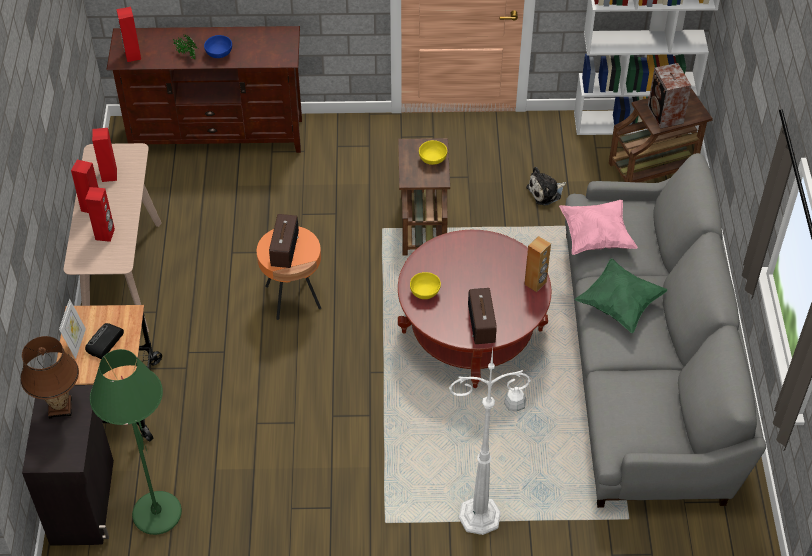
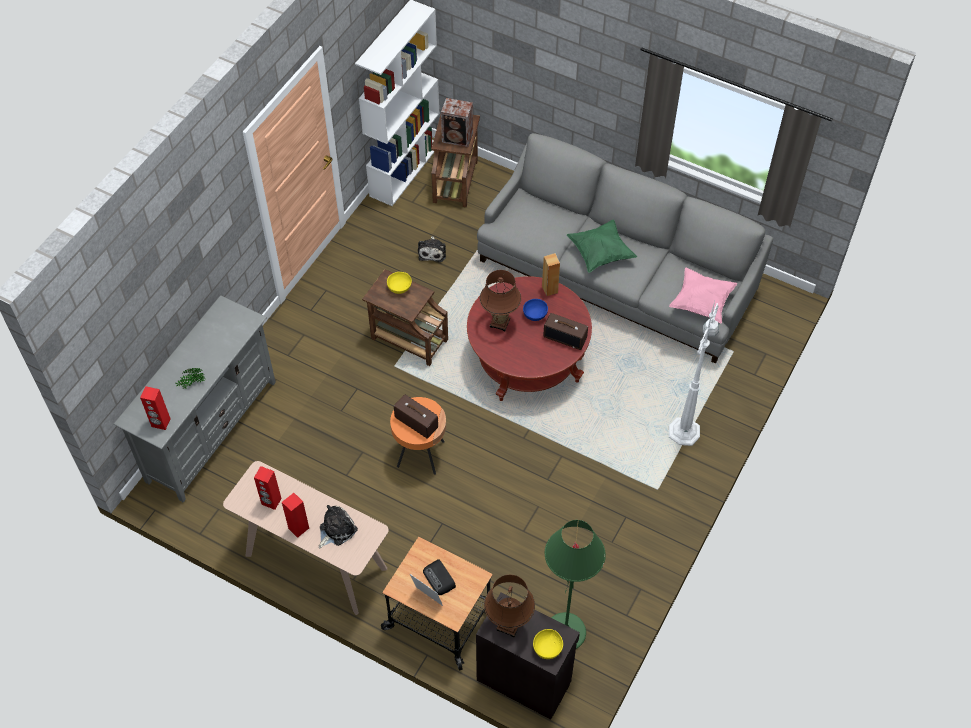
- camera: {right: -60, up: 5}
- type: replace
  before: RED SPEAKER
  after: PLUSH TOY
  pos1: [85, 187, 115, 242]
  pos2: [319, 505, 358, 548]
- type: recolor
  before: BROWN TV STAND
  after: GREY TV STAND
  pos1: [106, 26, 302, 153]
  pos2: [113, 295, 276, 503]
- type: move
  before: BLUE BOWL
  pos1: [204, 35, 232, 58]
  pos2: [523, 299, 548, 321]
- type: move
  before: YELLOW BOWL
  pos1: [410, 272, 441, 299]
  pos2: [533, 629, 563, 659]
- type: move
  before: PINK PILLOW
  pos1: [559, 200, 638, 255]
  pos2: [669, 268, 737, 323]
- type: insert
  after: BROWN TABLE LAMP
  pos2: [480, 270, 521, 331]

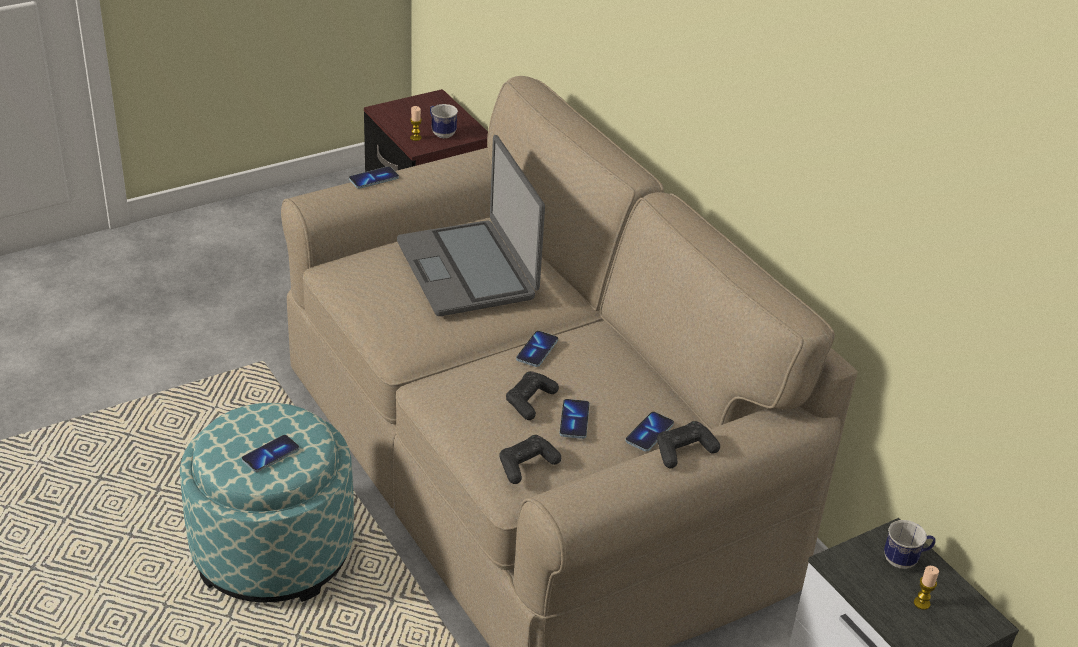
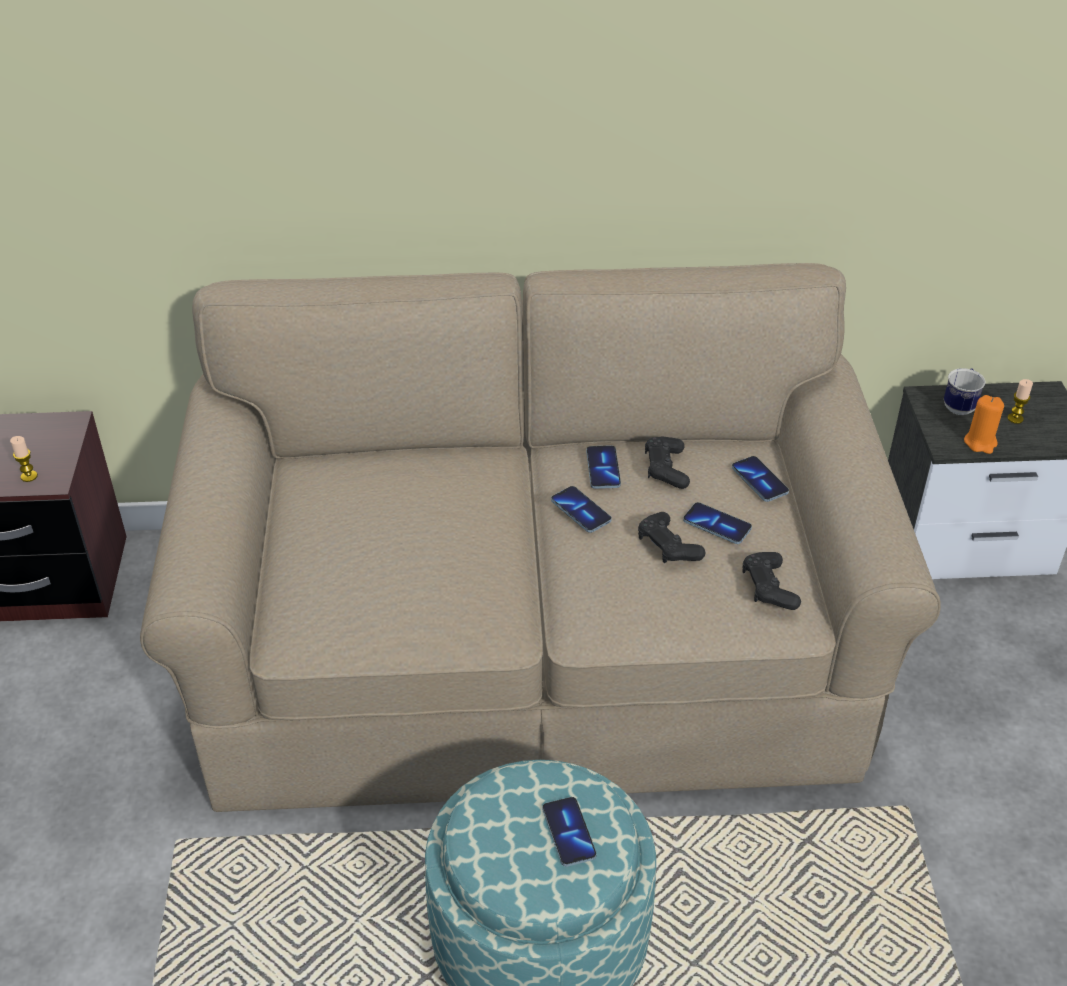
- camera: {right: -60, up: 5}
- type: move
  before: PHONE
  pos1: [349, 166, 399, 189]
  pos2: [586, 445, 621, 489]
- type: delete
  before: LAPTOP
  pos1: [397, 135, 545, 316]
- type: delete
  before: MUG
  pos1: [430, 104, 458, 138]
- type: move
  before: BLACK GAME CONTROLLER
  pos1: [657, 421, 720, 468]
  pos2: [645, 437, 690, 489]
- type: insert
  after: ORANGE CANDLE
  pos2: [964, 395, 1004, 454]

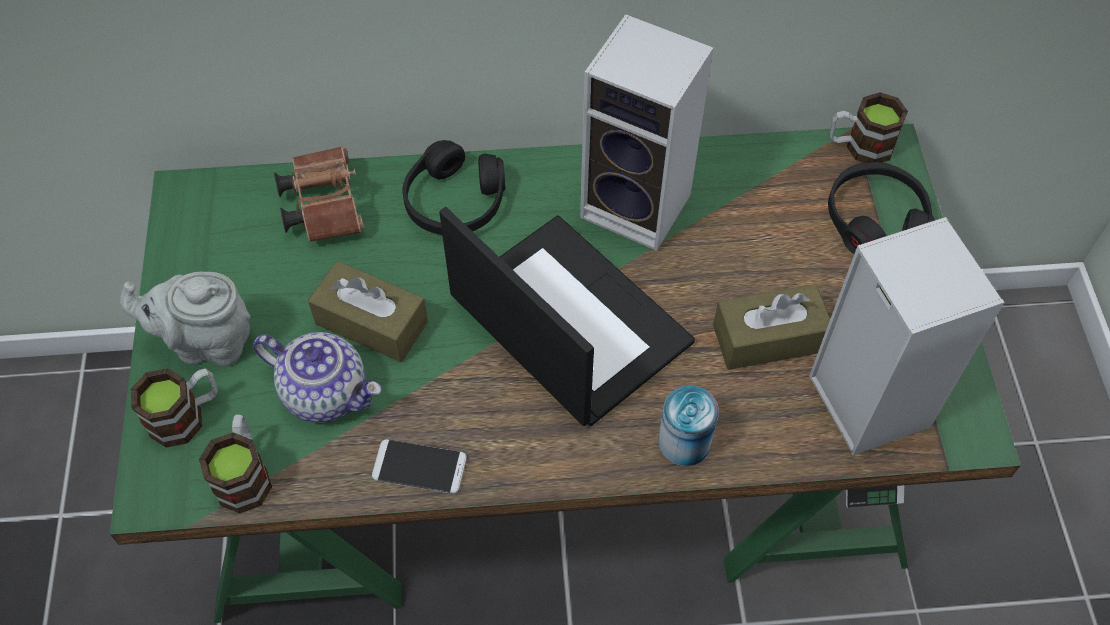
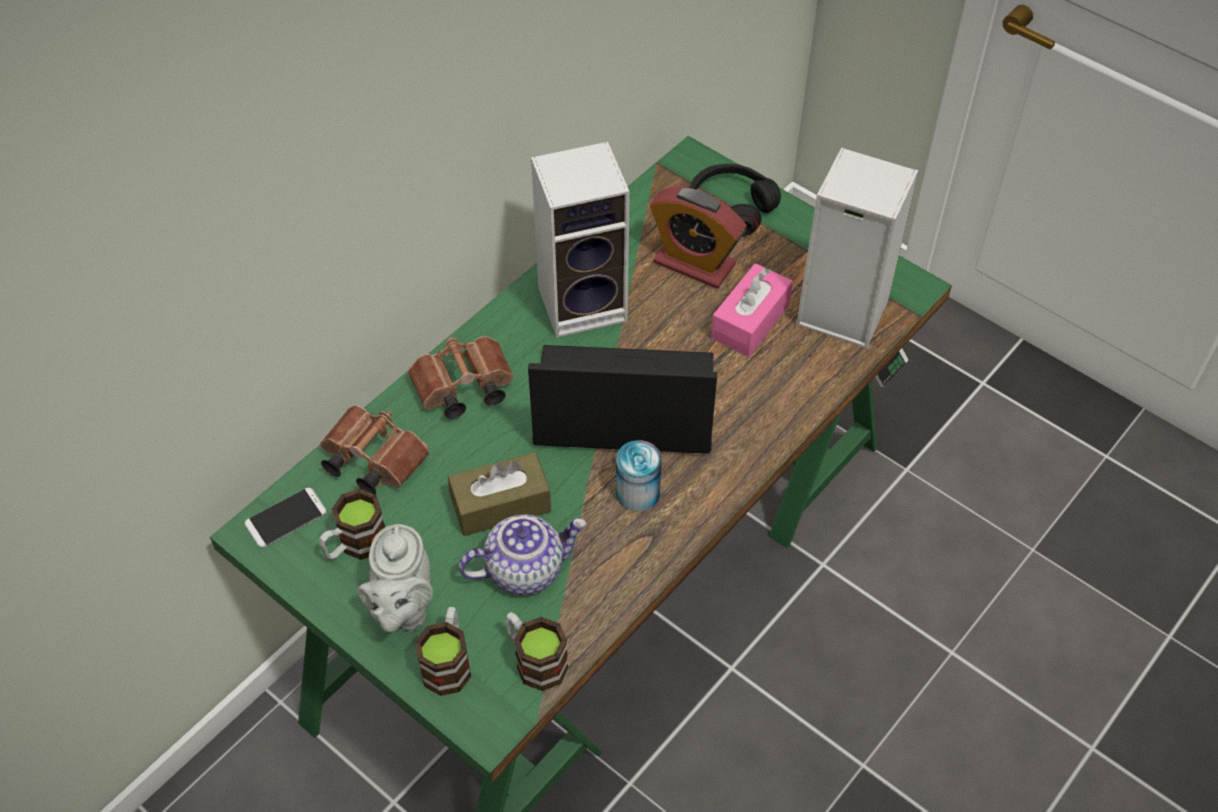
- camera: {right: -45, up: -5}
- type: rotate
  before: GREY TEAPOT
  pos1: [120, 272, 250, 366]
  pos2: [358, 524, 433, 632]
  turn: -45
- type: move
  before: PHONE
  pos1: [372, 439, 467, 494]
  pos2: [245, 488, 327, 548]
- type: replace
  before: BLACK HEADPHONES
  after: BROWN BINOCULARS
  pos1: [403, 140, 506, 235]
  pos2: [408, 336, 514, 419]
- type: move
  before: CAN
  pos1: [658, 386, 719, 466]
  pos2: [616, 440, 662, 512]
- type: recolor
  before: BROWN TISSUE BOX
  after: PINK TISSUE BOX
  pos1: [713, 284, 830, 370]
  pos2: [711, 263, 793, 357]
- type: move
  before: MUG
  pos1: [830, 92, 908, 163]
  pos2: [319, 489, 385, 560]
- type: insert
  after: ALARM CLOCK
  pos2: [650, 187, 746, 288]

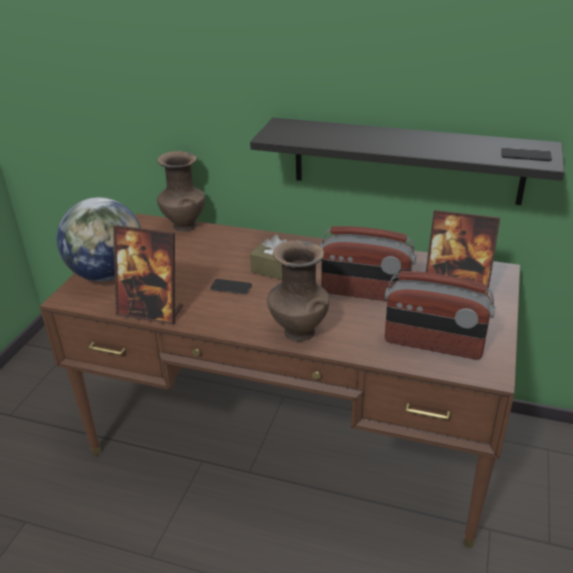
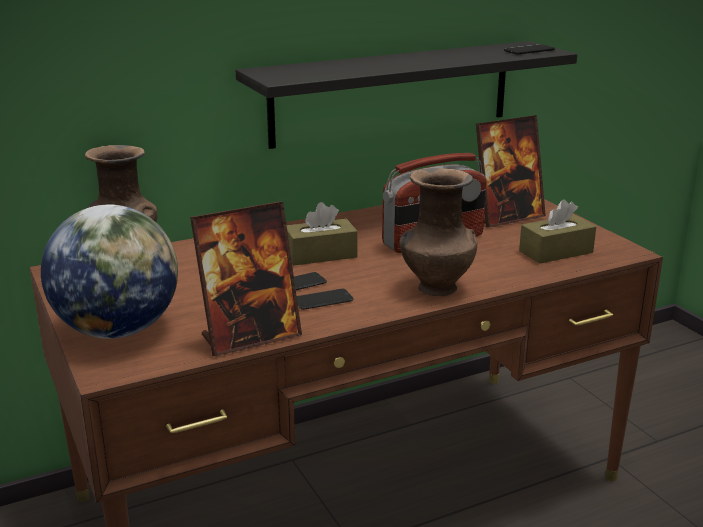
- camera: {right: -45, up: -10}
- type: replace
  before: RADIO
  after: BROWN TISSUE BOX
  pos1: [385, 271, 496, 360]
  pos2: [519, 199, 596, 264]
- type: insert
  after: PHONE
  pos2: [297, 289, 353, 310]

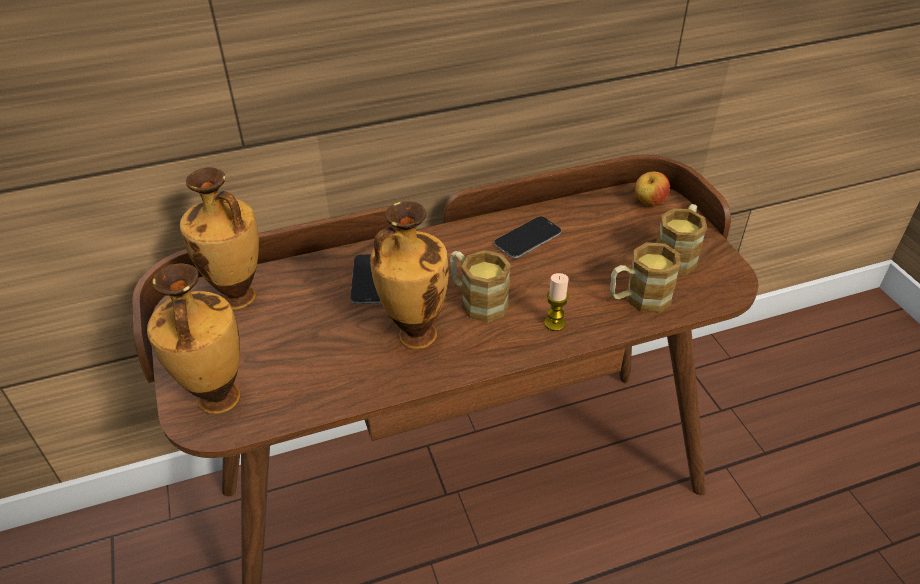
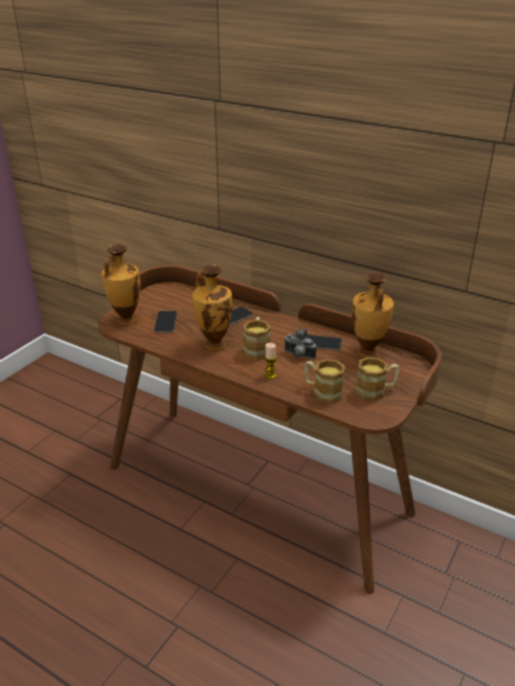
- camera: {right: 50, up: -10}
- type: move
  before: VASE
  pos1: [180, 167, 259, 310]
  pos2: [352, 272, 394, 357]
- type: delete
  before: APPLE
  pos1: [635, 171, 670, 206]
- type: insert
  after: PHONE
  pos2: [154, 311, 177, 333]
- type: insert
  after: PHOTO CAMERA
  pos2: [284, 329, 316, 359]

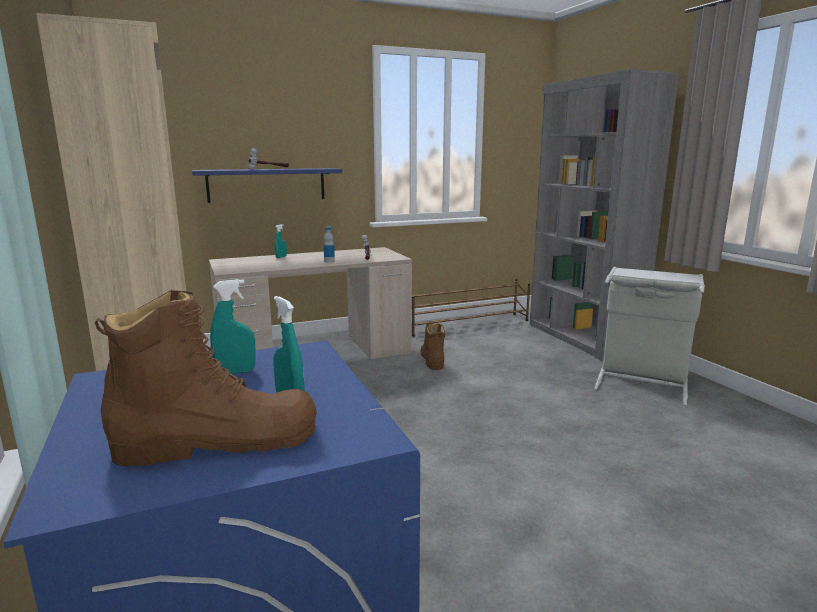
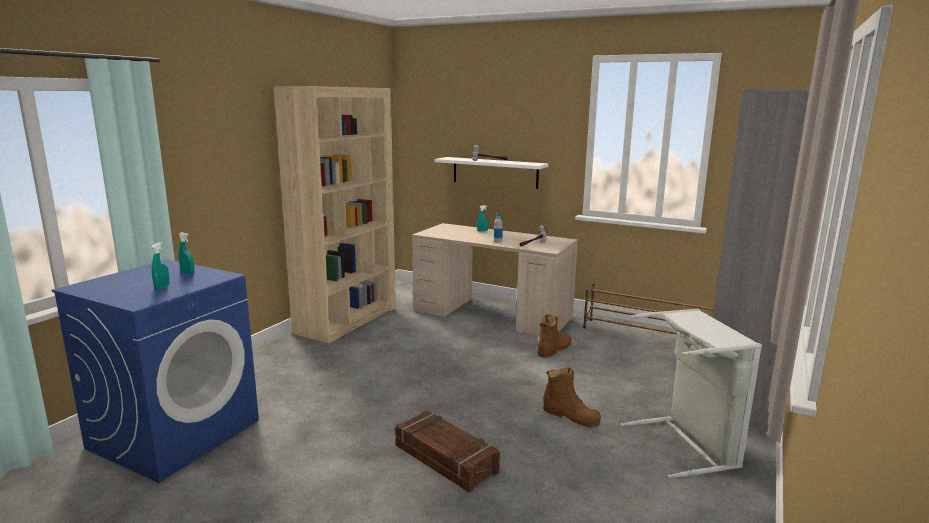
- camera: {right: 50, up: 0}
- type: move
  before: BROWN BOOT
  pos1: [95, 290, 317, 467]
  pos2: [543, 368, 601, 428]
- type: recolor
  before: BLUE SHELF
  after: WHITE SHELF
  pos1: [191, 168, 342, 203]
  pos2: [435, 157, 549, 189]
- type: insert
  after: CRATE
  pos2: [395, 411, 500, 492]

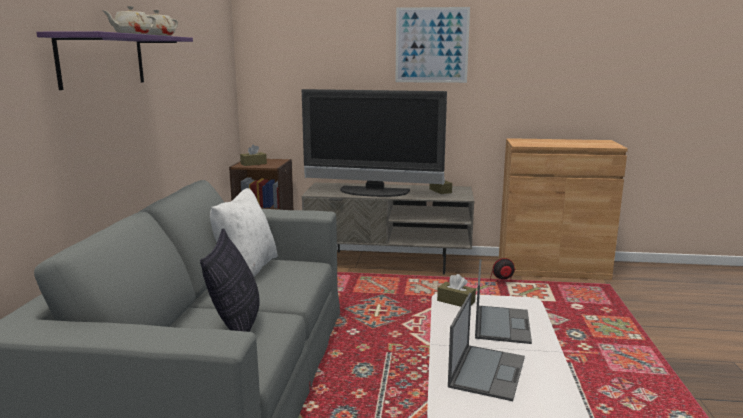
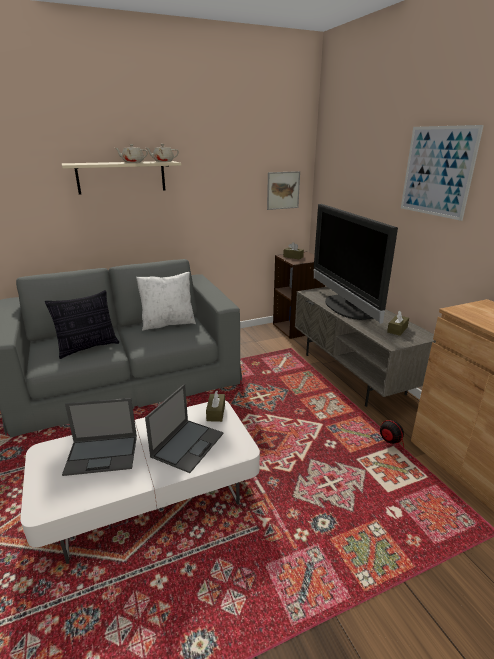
- camera: {right: 60, up: 10}
- type: recolor
  before: PURPLE SHELF
  after: BEIGE SHELF
  pos1: [36, 31, 193, 90]
  pos2: [62, 161, 181, 195]
- type: rotate
  before: LAPTOP
  pos1: [475, 260, 532, 344]
  pos2: [145, 384, 223, 473]
  turn: -45
- type: insert
  after: PICTURE
  pos2: [267, 171, 300, 210]

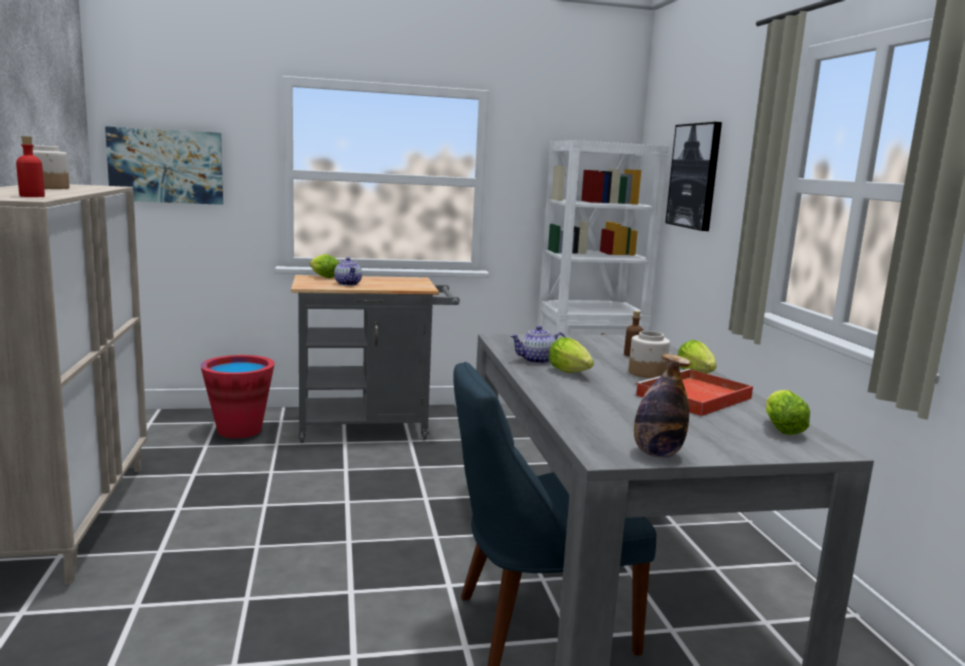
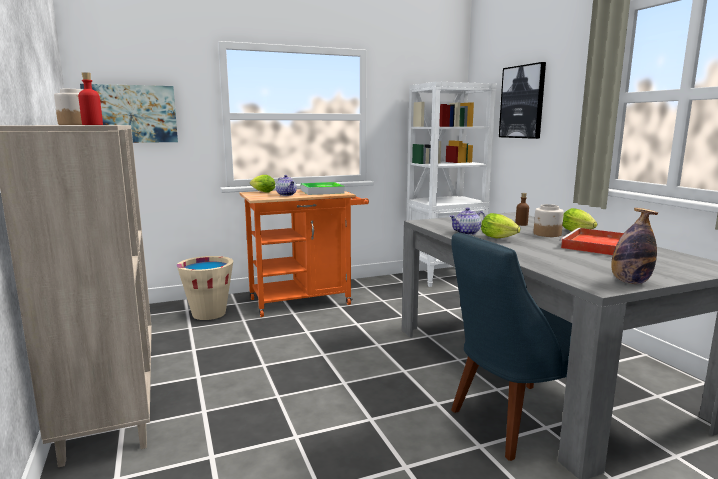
- camera: {right: -10, up: 0}
- type: recolor
  before: RED BUCKET
  after: BEIGE BUCKET
  pos1: [200, 355, 275, 438]
  pos2: [177, 256, 233, 320]
- type: recolor
  before: GREY CART
  after: ORANGE CART
  pos1: [291, 275, 460, 443]
  pos2: [239, 189, 369, 317]
- type: delete
  before: LETTUCE
  pos1: [766, 390, 810, 435]
- type: insert
  after: TRAY
  pos2: [301, 182, 345, 195]

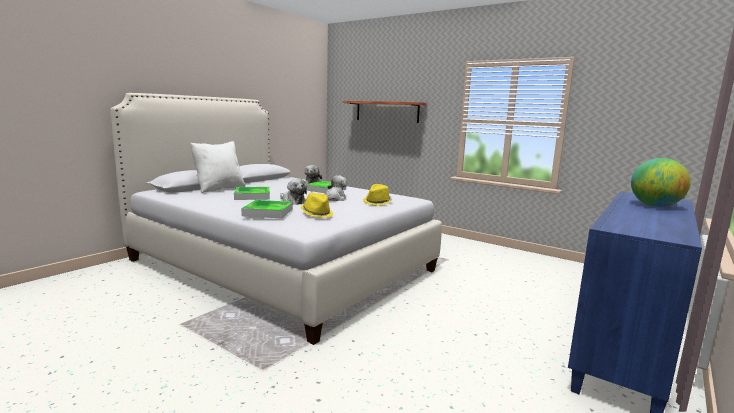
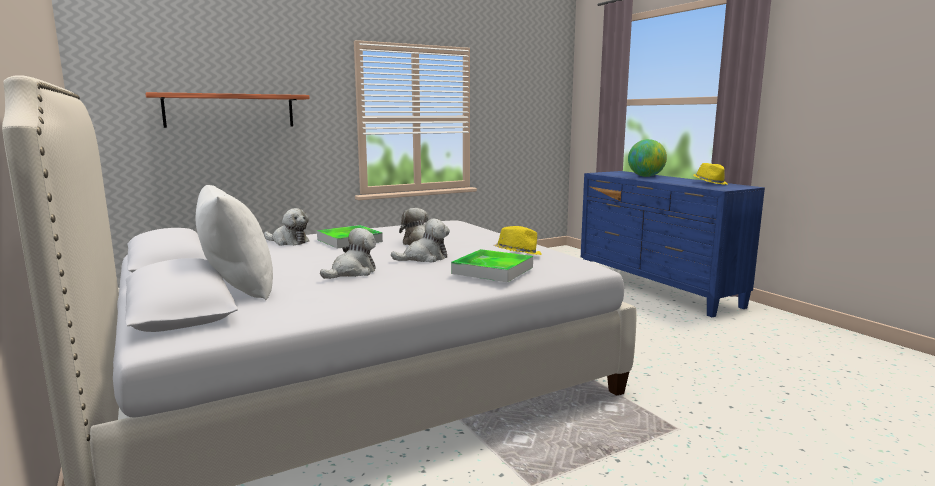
- camera: {right: -65, up: 0}
- type: replace
  before: TRAY
  after: PLUSH TOY
  pos1: [234, 187, 270, 200]
  pos2: [320, 228, 376, 279]
- type: move
  before: YELLOW HAT
  pos1: [363, 184, 392, 206]
  pos2: [694, 163, 727, 185]

